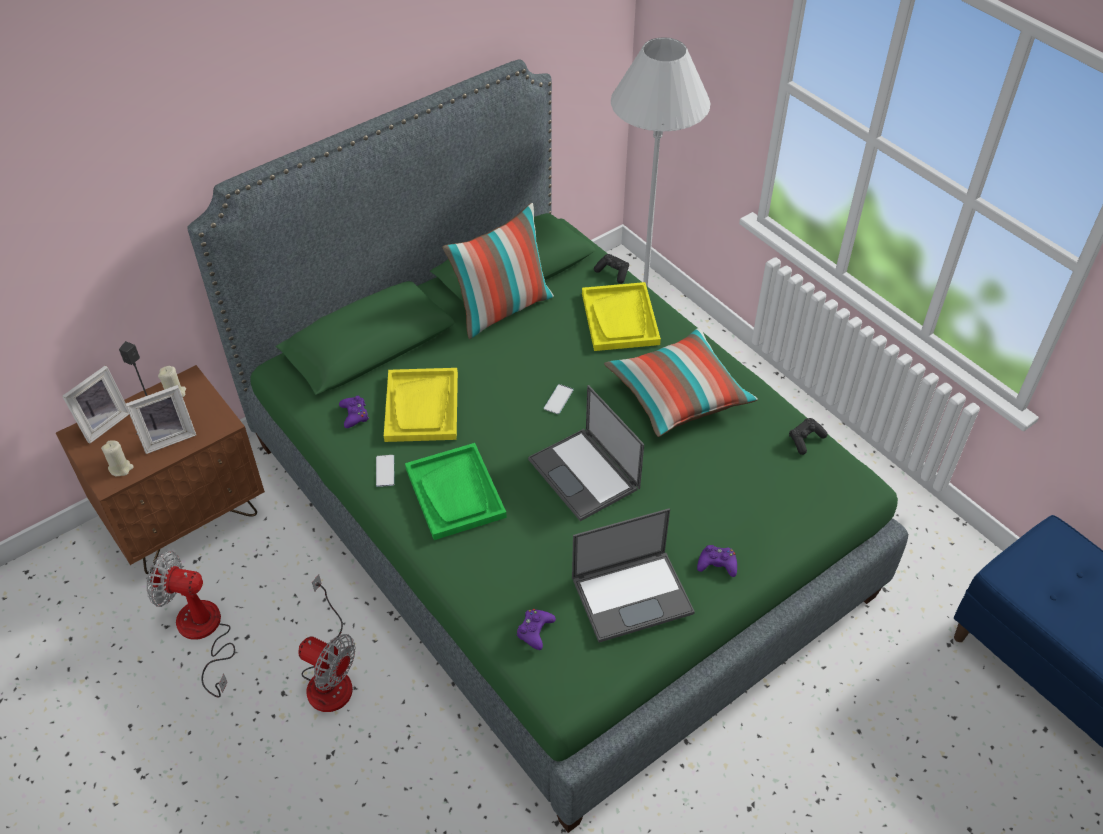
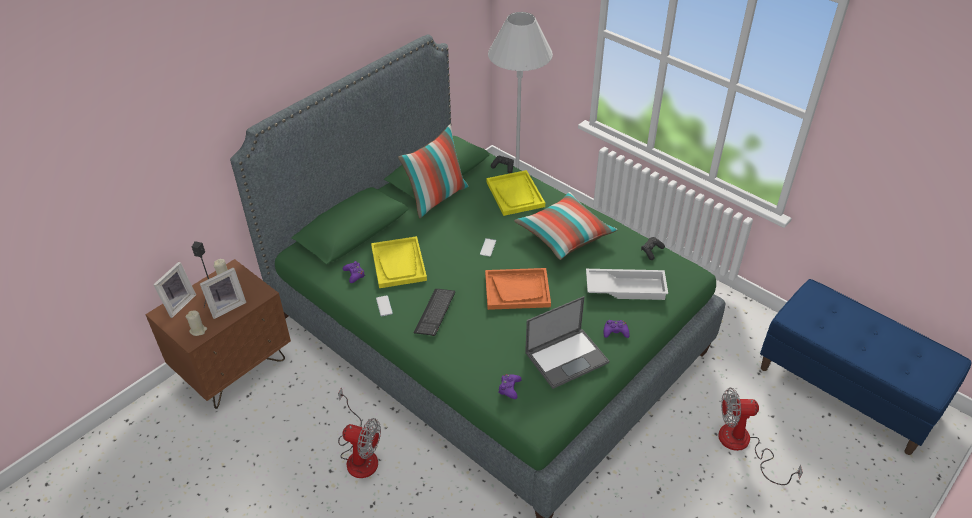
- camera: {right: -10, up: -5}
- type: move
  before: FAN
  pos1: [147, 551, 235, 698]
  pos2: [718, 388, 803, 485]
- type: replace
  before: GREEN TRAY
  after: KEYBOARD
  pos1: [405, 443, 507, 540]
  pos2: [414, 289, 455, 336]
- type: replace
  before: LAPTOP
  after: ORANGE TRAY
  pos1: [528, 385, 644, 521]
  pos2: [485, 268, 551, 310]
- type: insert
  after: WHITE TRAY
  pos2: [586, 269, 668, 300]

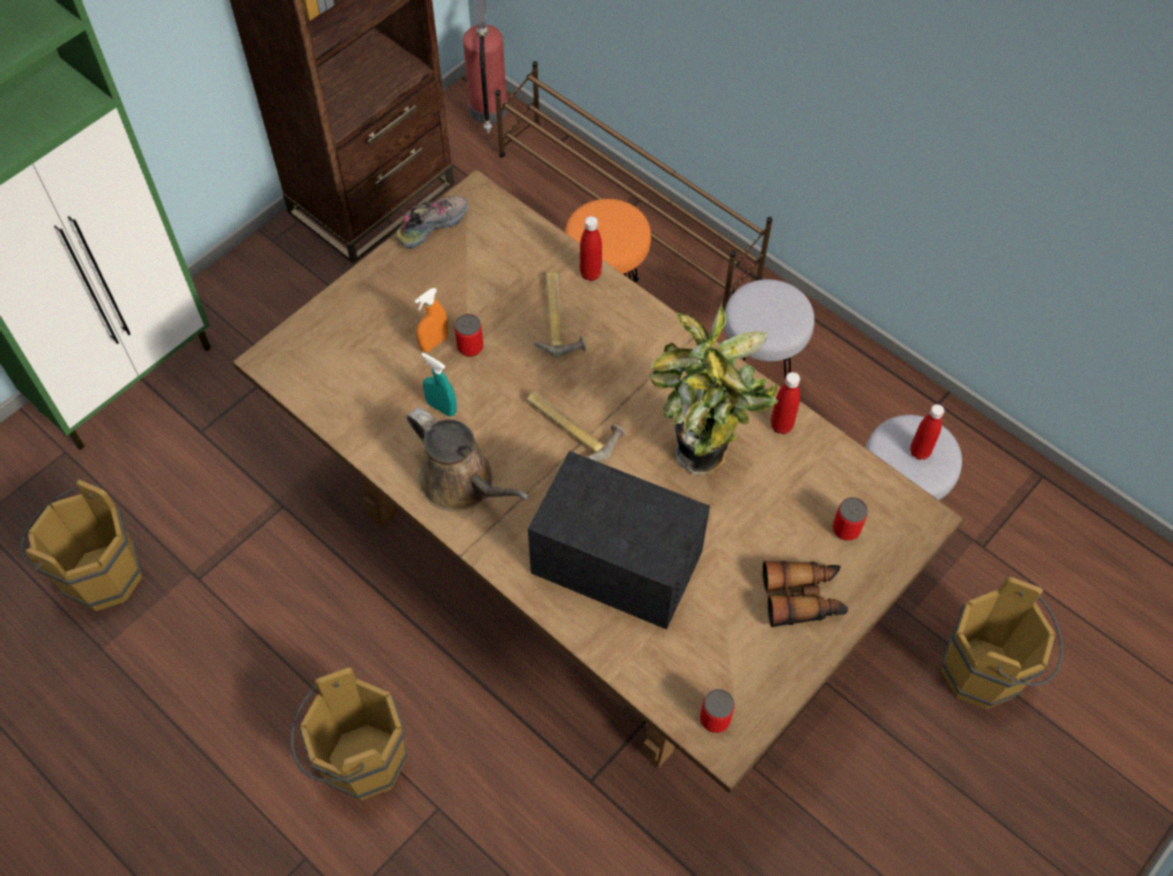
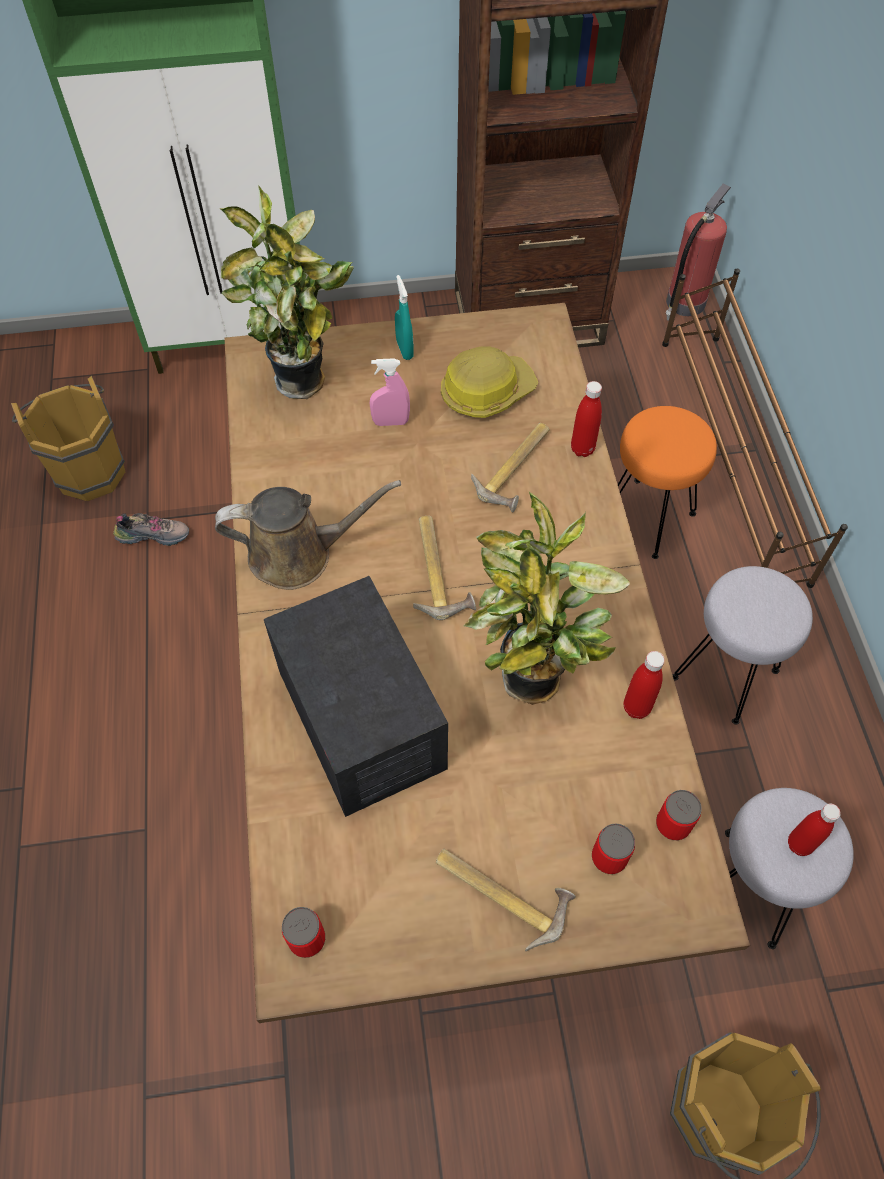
- camera: {right: 40, up: 0}
- type: delete
  before: BROWN BUCKET
  pos1: [290, 668, 408, 800]
- type: move
  before: SHOE
  pos1: [395, 196, 468, 248]
  pos2: [113, 513, 189, 546]
- type: rotate
  before: BROWN WATERING CAN
  pos1: [407, 407, 529, 511]
  pos2: [215, 480, 401, 590]
  turn: -90
- type: recolor
  before: ORANGE SPRAY BOTTLE
  after: PINK SPRAY BOTTLE
  pos1: [415, 288, 448, 352]
  pos2: [369, 359, 410, 426]
- type: move
  before: TURQUOISE SPRAY BOTTLE
  pos1: [421, 353, 457, 417]
  pos2: [395, 275, 414, 360]
- type: move
  before: CAN
  pos1: [454, 314, 483, 357]
  pos2: [656, 790, 702, 840]
- type: replace
  before: BINOCULARS
  after: HAMMER
  pos1: [763, 561, 848, 627]
  pos2: [436, 849, 576, 951]
- type: insert
  after: POTTED PLANT
  pos2: [220, 185, 354, 399]
- type: insert
  after: HARD HAT
  pos2: [441, 346, 538, 418]

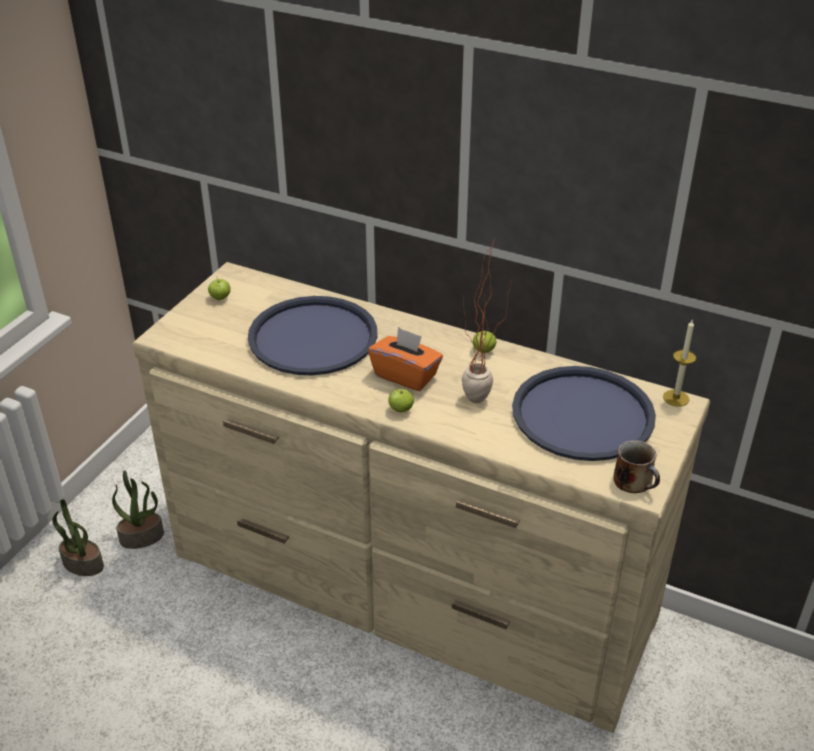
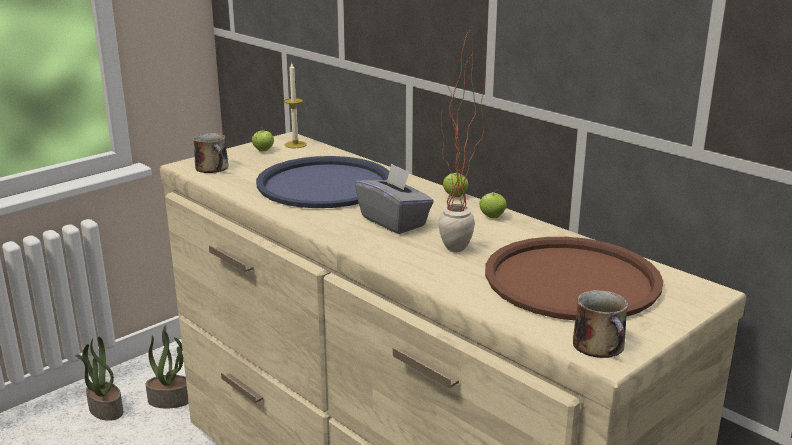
- camera: {right: 20, up: -15}
- type: recolor
  before: ORANGE TISSUE BOX
  after: GREY TISSUE BOX
  pos1: [368, 327, 443, 391]
  pos2: [355, 163, 434, 234]
- type: move
  before: APPLE
  pos1: [389, 387, 414, 412]
  pos2: [443, 172, 468, 197]
- type: recolor
  before: BLUE TRAY
  after: BROWN TRAY
  pos1: [512, 366, 656, 461]
  pos2: [485, 237, 663, 320]
- type: move
  before: CANDLE
  pos1: [663, 320, 696, 407]
  pos2: [284, 63, 307, 148]
- type: insert
  after: MUG
  pos2: [193, 133, 228, 173]

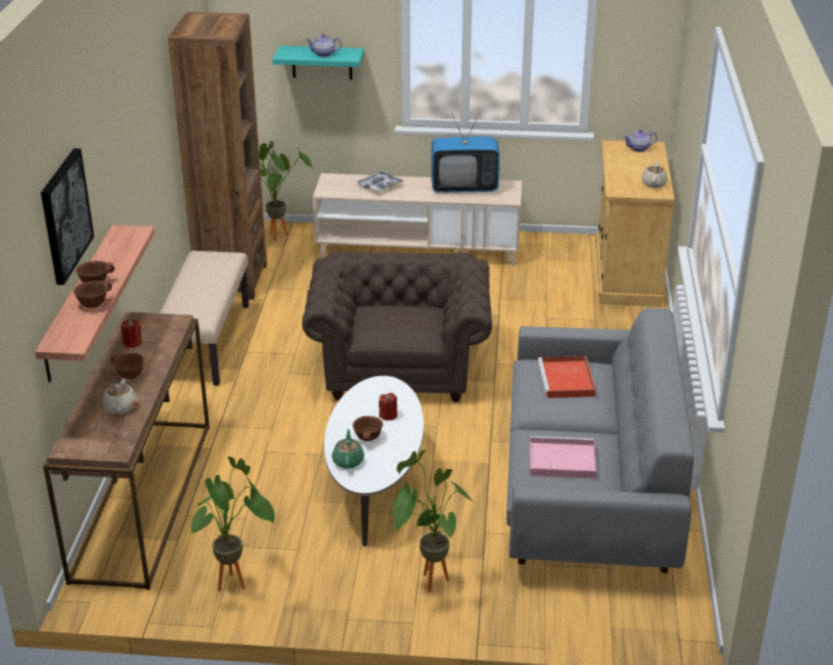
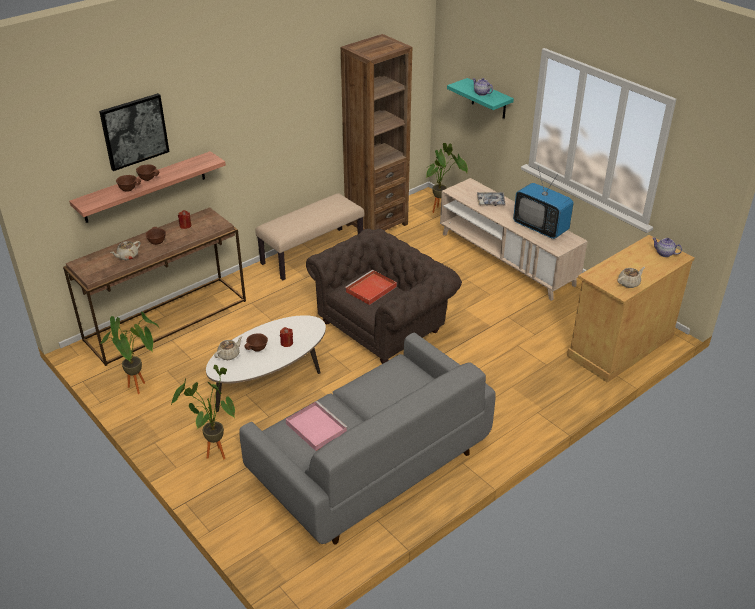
- camera: {right: 45, up: 5}
- type: recolor
  before: GREEN TEAPOT
  after: BEIGE TEAPOT
  pos1: [332, 429, 364, 469]
  pos2: [214, 336, 243, 360]
- type: move
  before: RED TRAY
  pos1: [538, 356, 596, 398]
  pos2: [345, 270, 397, 305]

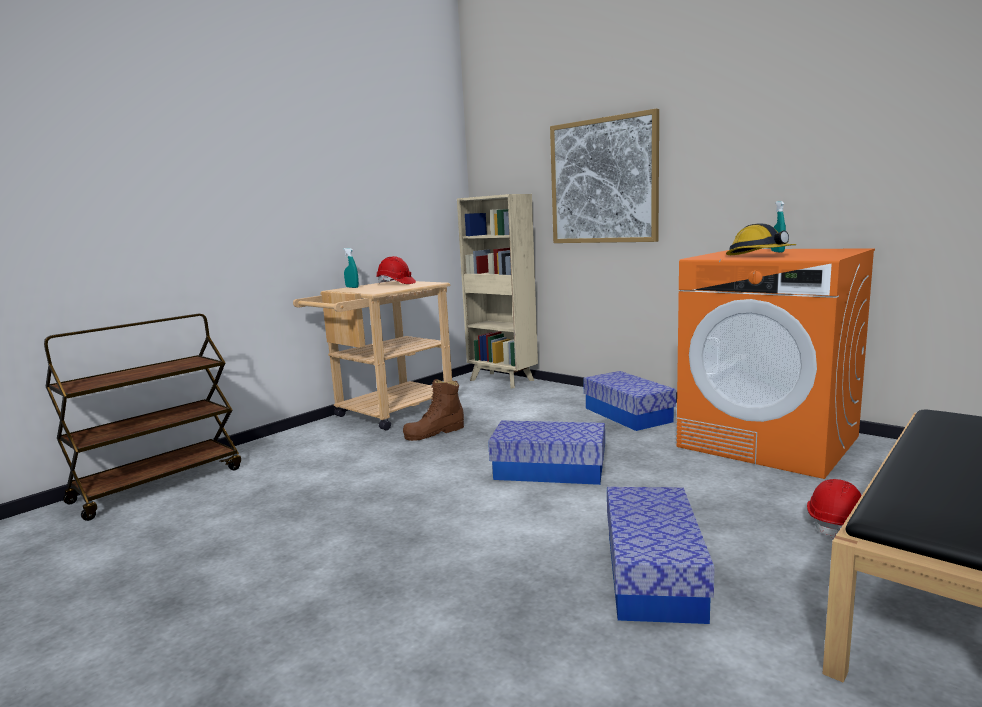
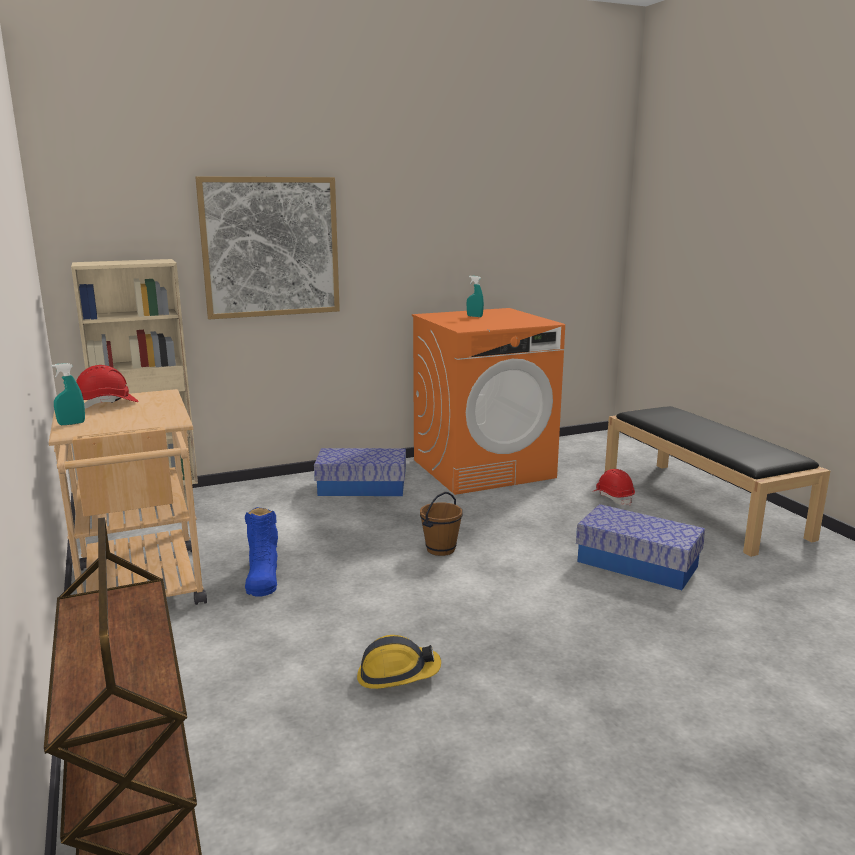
- camera: {right: -65, up: 5}
- type: recolor
  before: BROWN BOOT
  after: BLUE BOOT
  pos1: [403, 379, 464, 441]
  pos2: [245, 507, 278, 597]
- type: replace
  before: STORAGE BOX
  after: BROWN BUCKET
  pos1: [488, 420, 605, 485]
  pos2: [420, 492, 463, 556]
- type: move
  before: HARD HAT
  pos1: [726, 223, 796, 255]
  pos2: [357, 635, 441, 689]

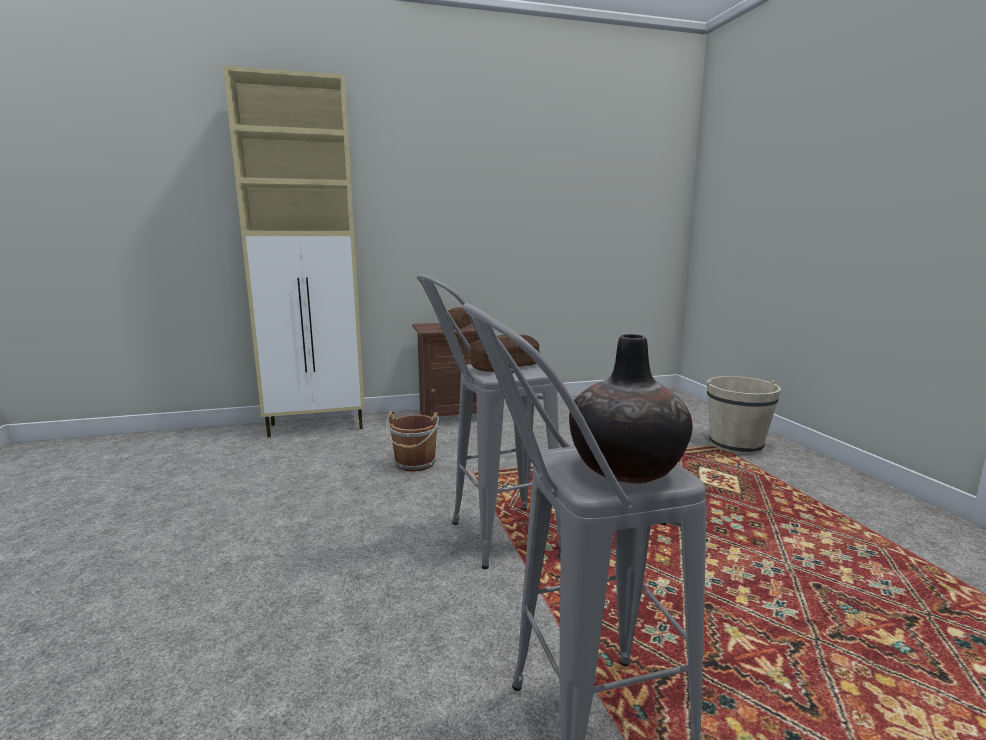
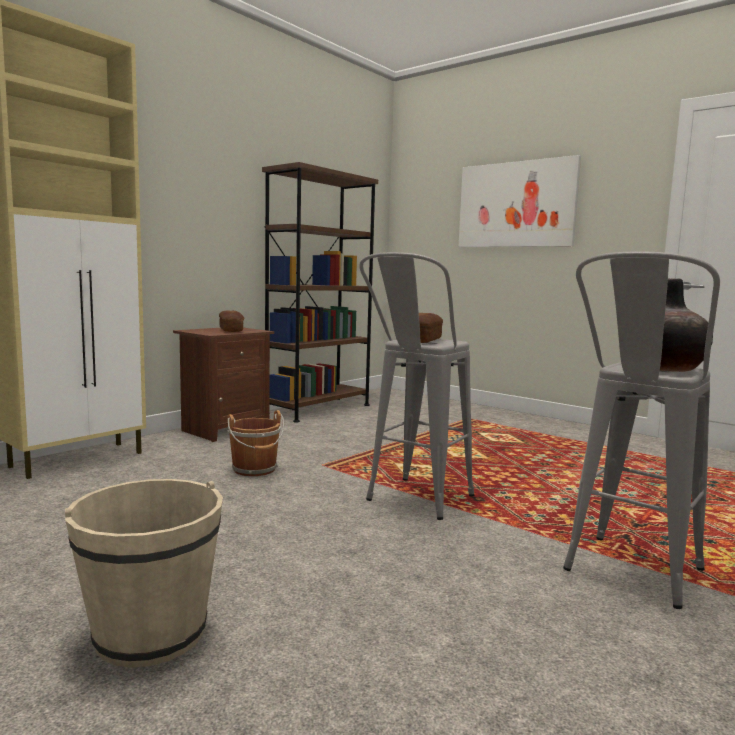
- camera: {right: -35, up: -5}
- type: move
  before: BEIGE BUCKET
  pos1: [707, 376, 781, 455]
  pos2: [65, 479, 223, 668]
- type: insert
  after: BROWN BOOKCASE
  pos2: [262, 162, 378, 423]
- type: insert
  after: PICTURE
  pos2: [458, 155, 581, 247]

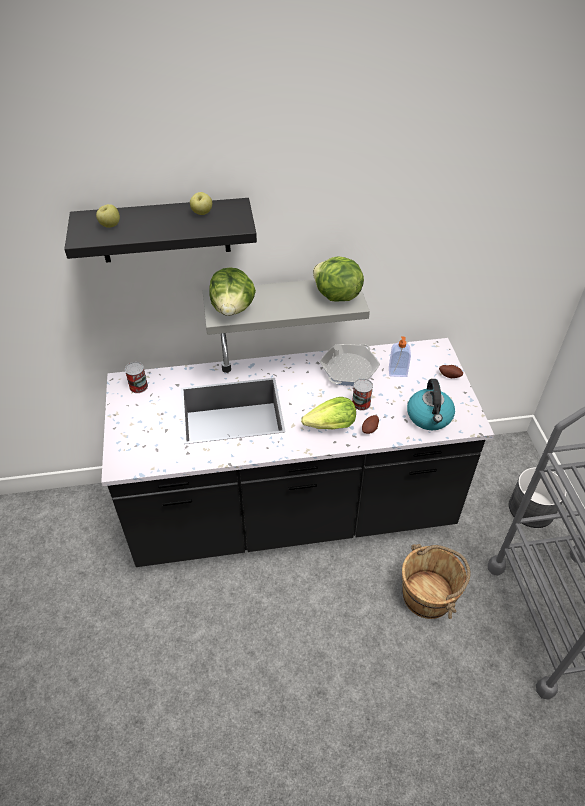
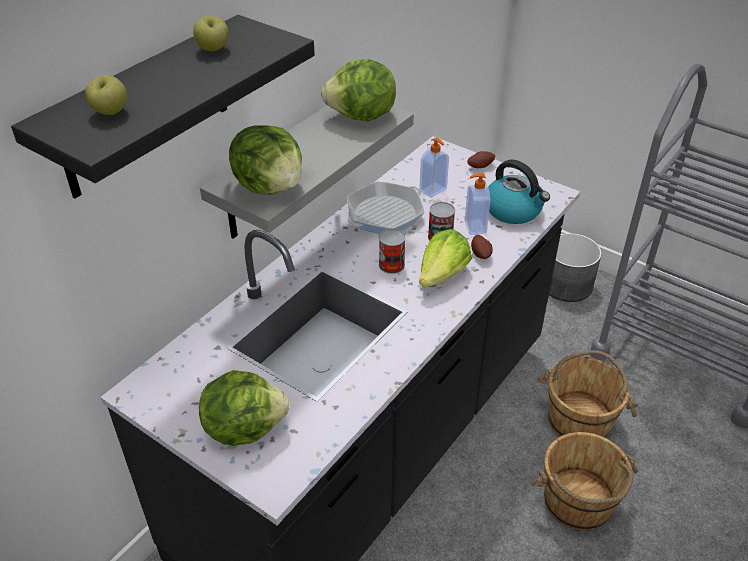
- camera: {right: -45, up: -5}
- type: move
  before: CAN
  pos1: [125, 362, 148, 393]
  pos2: [379, 229, 406, 274]
- type: rotate
  before: FRYING PAN
  pos1: [320, 344, 380, 386]
  pos2: [347, 181, 424, 234]
  turn: 60
- type: insert
  after: LETTUCE
  pos2: [199, 370, 290, 446]
- type: insert
  after: SOAP DISPENSER
  pos2: [465, 173, 490, 235]
- type: insert
  after: BROWN BUCKET
  pos2: [531, 432, 638, 531]

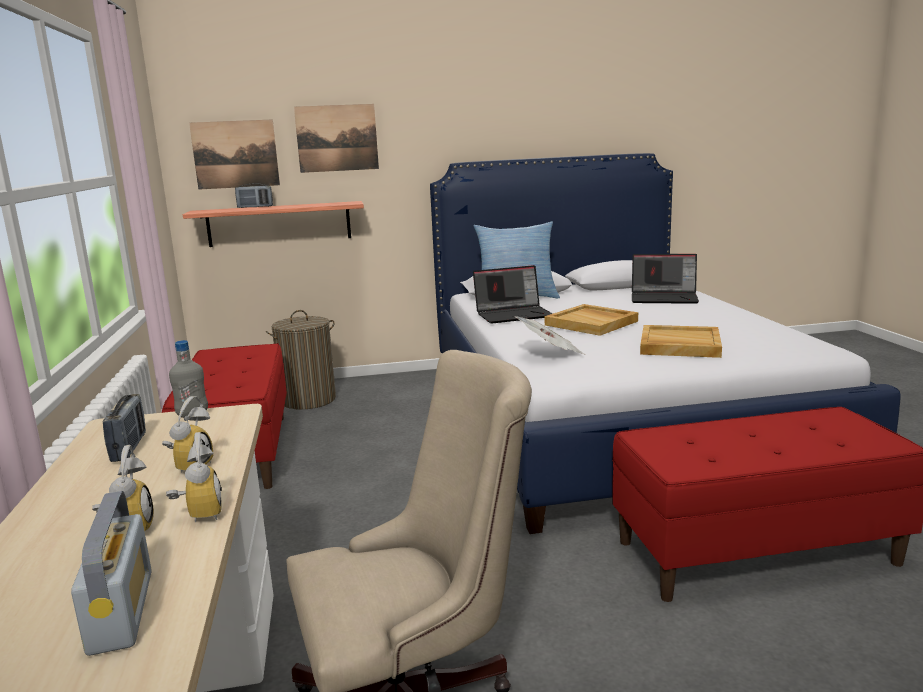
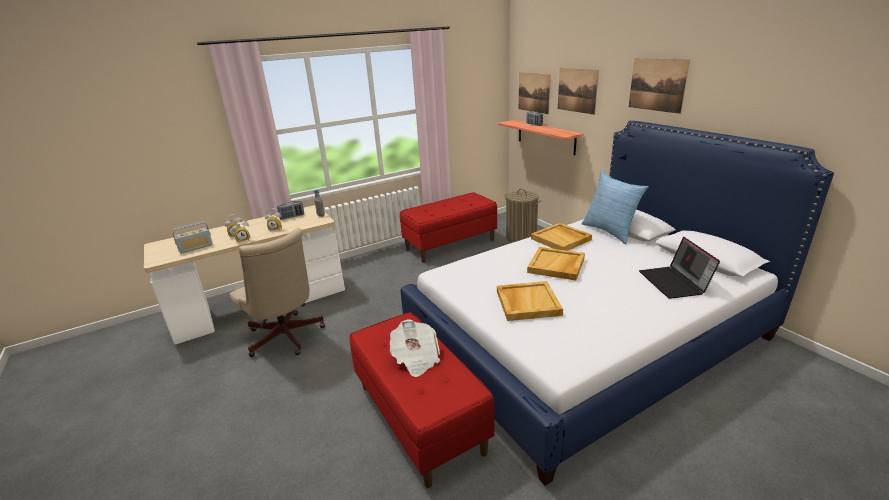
- camera: {right: 70, up: 10}
- type: replace
  before: LAPTOP
  after: BEIGE TRAY
  pos1: [473, 265, 553, 324]
  pos2: [531, 223, 592, 251]
- type: move
  before: NEWSPAPER
  pos1: [514, 316, 584, 354]
  pos2: [389, 319, 440, 377]
- type: insert
  after: PICTURE
  pos2: [629, 58, 690, 114]

